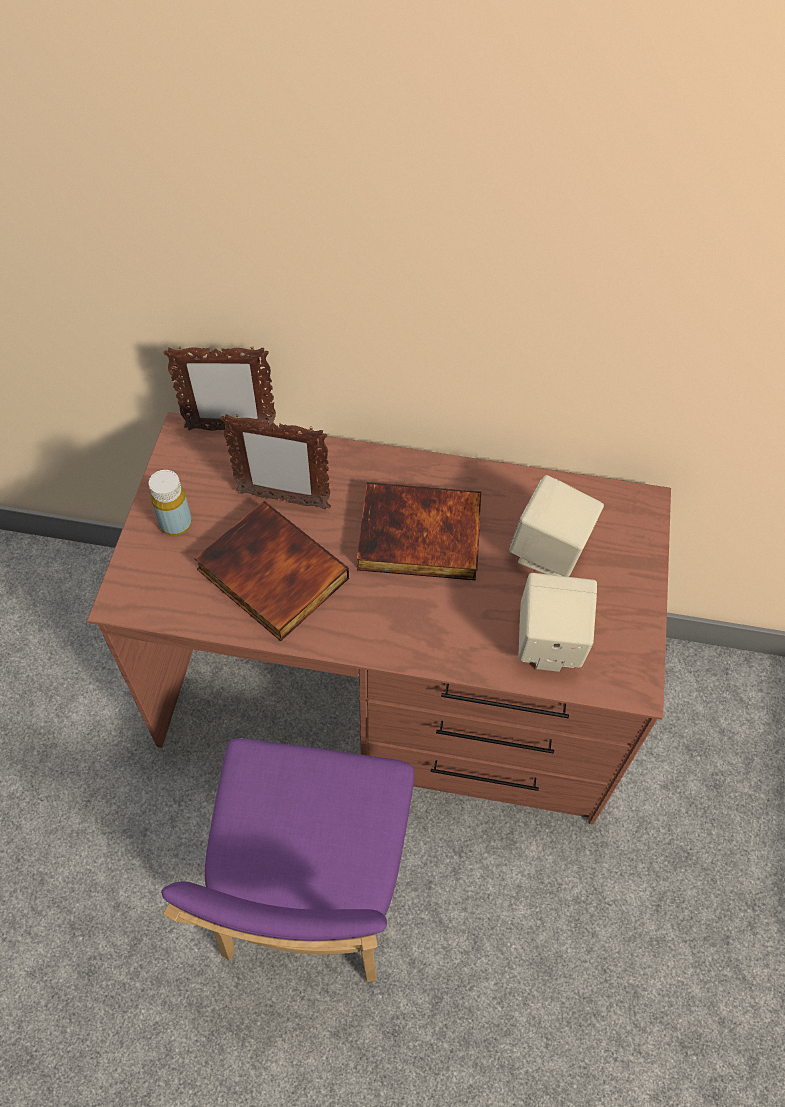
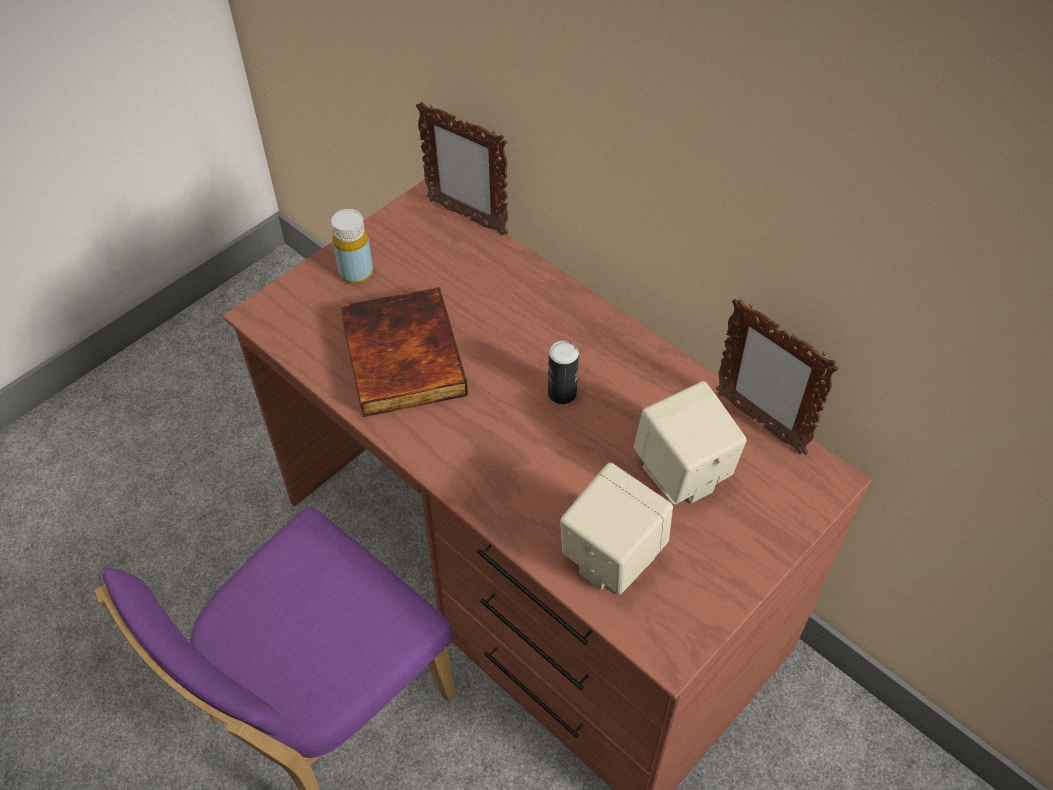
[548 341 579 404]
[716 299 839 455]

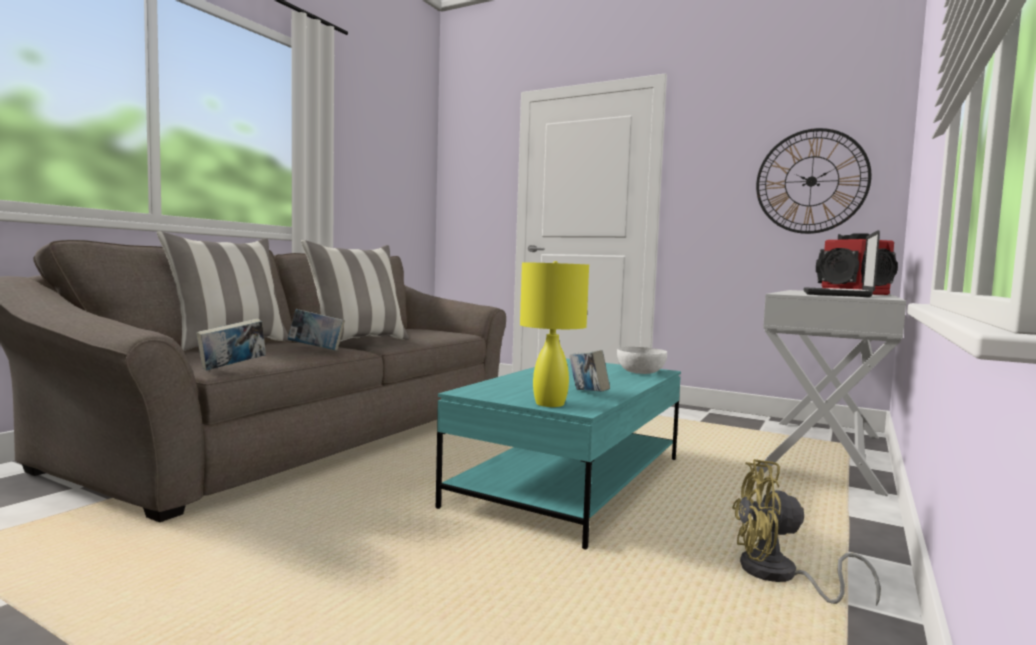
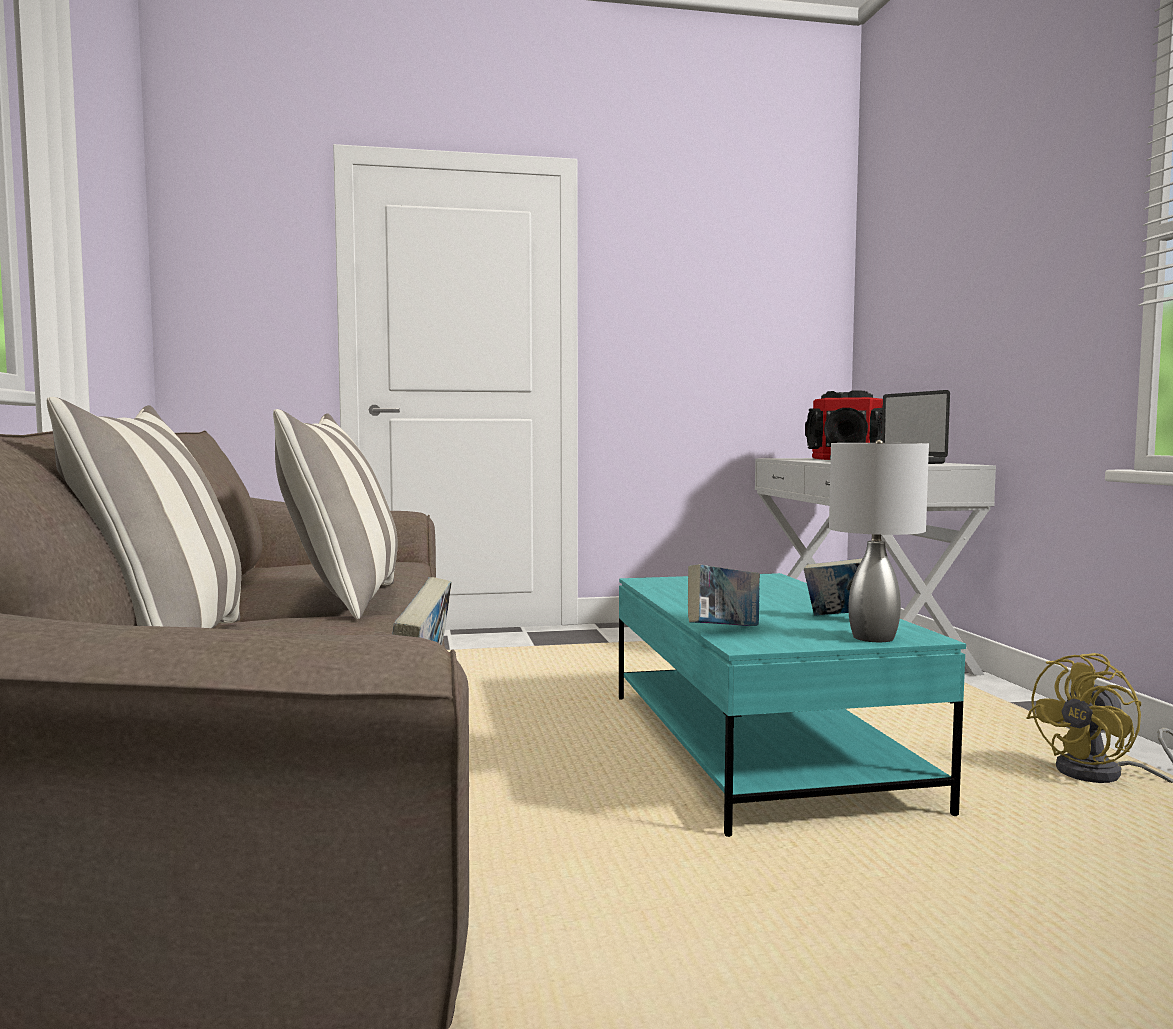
[688 564 760 626]
[829 440 929 642]
[617 347 667 374] (first image)
[756 128 871 234] (first image)

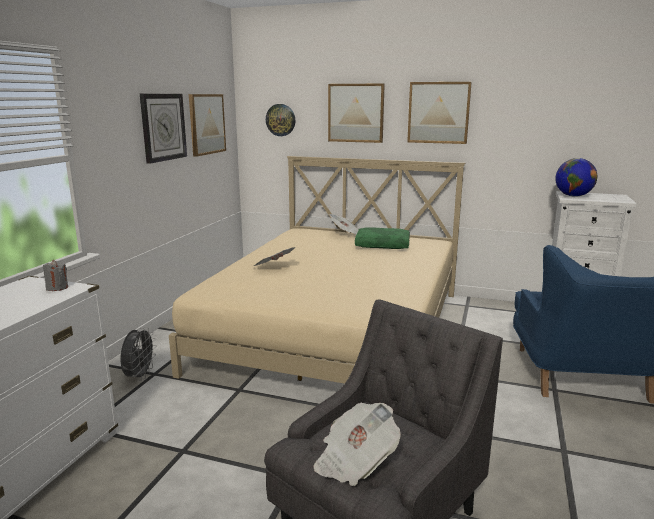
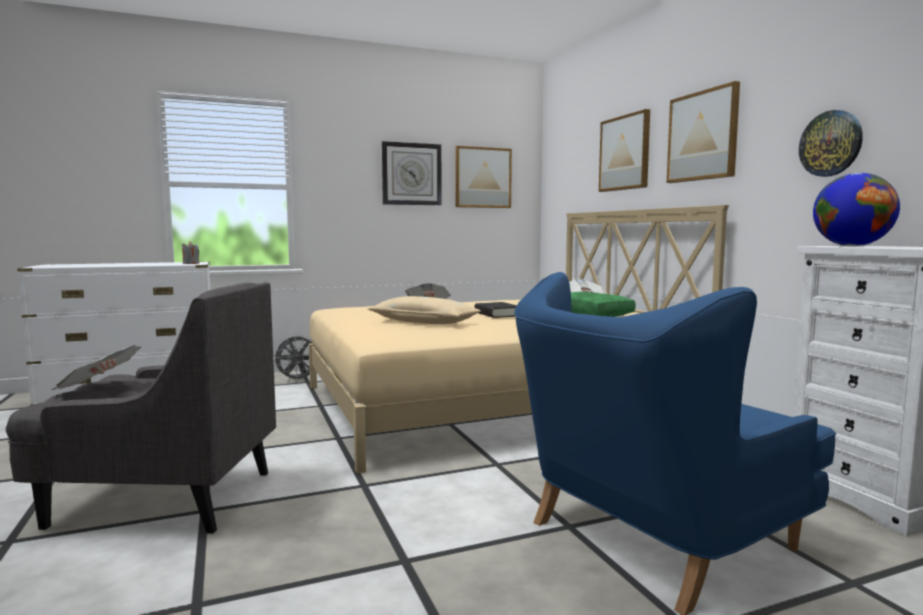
[368 296 481 324]
[474 302 517 318]
[799 110 863 177]

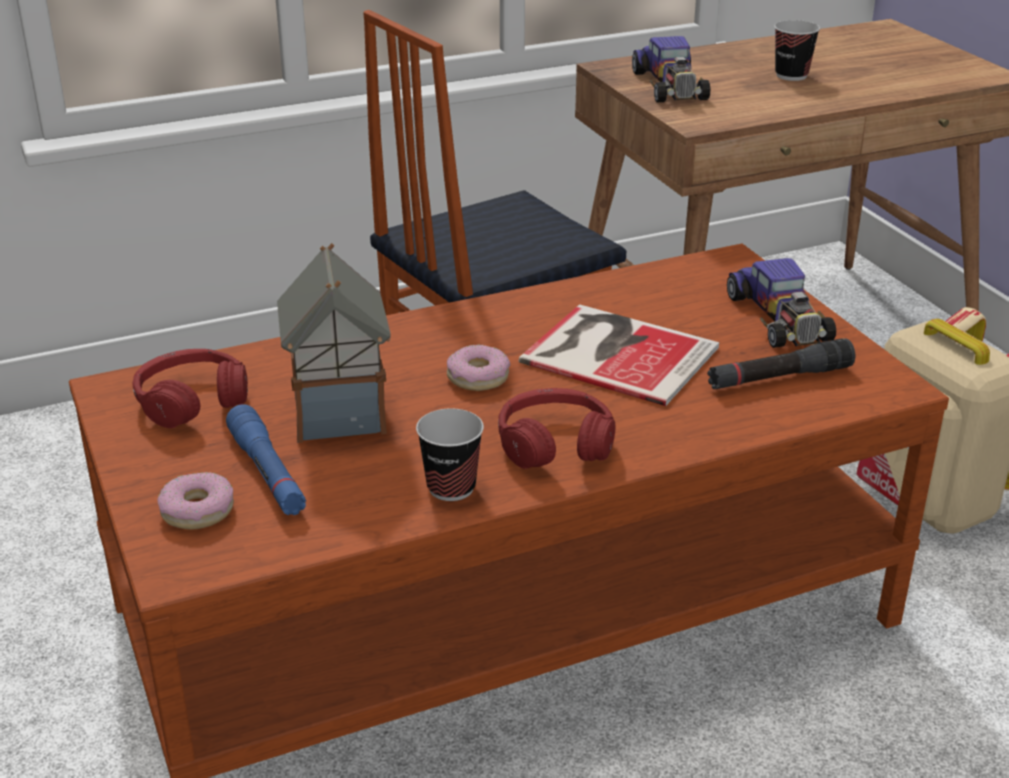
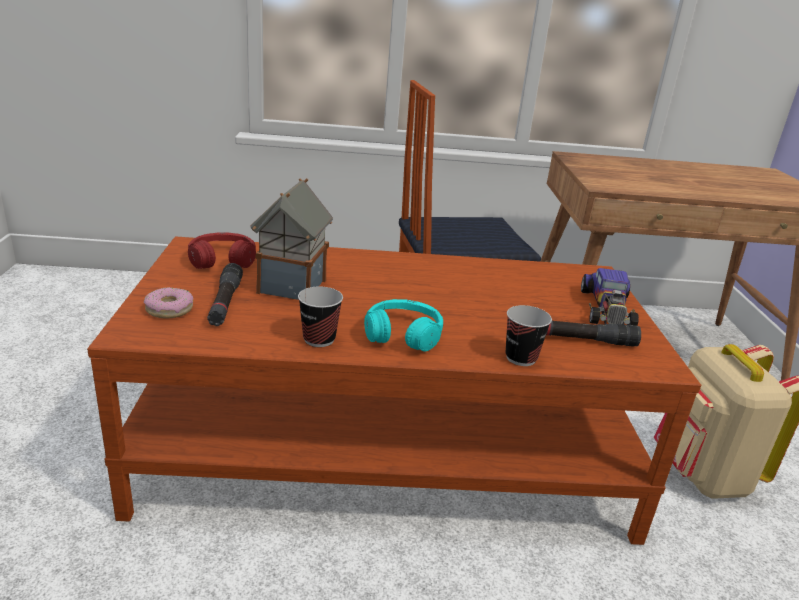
[207 263 243 326]
[364 299 443 352]
[506 305 552 366]
[447 344 510 391] (first image)
[519 304 719 406] (first image)
[632 36 710 102] (first image)

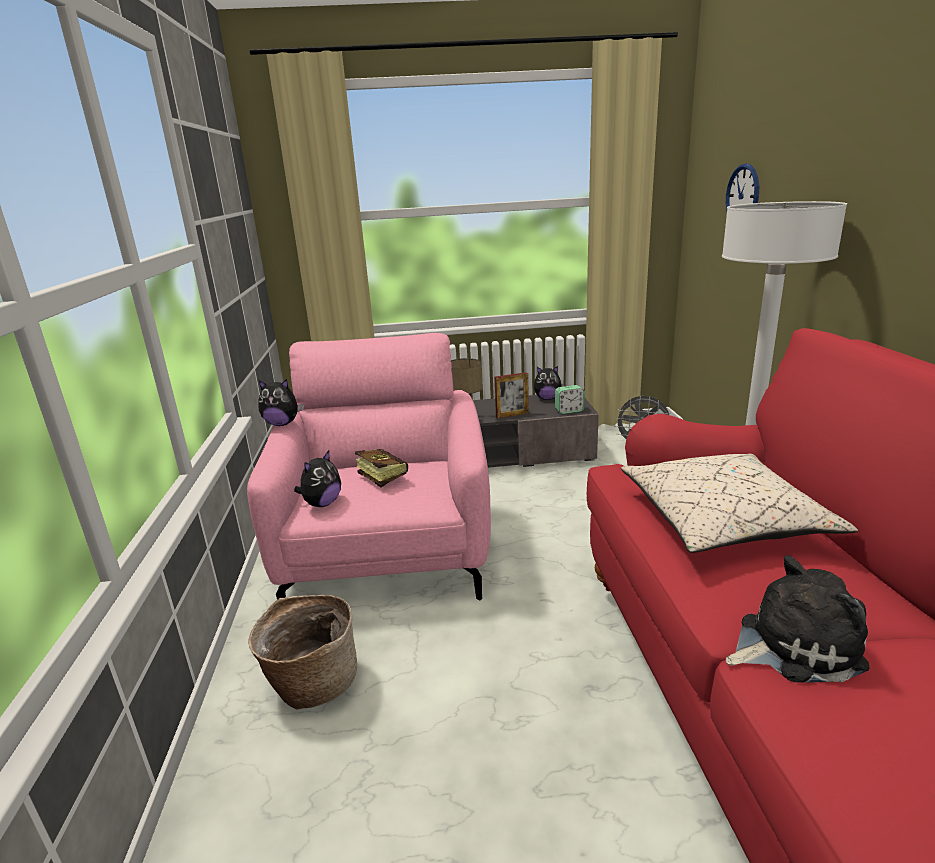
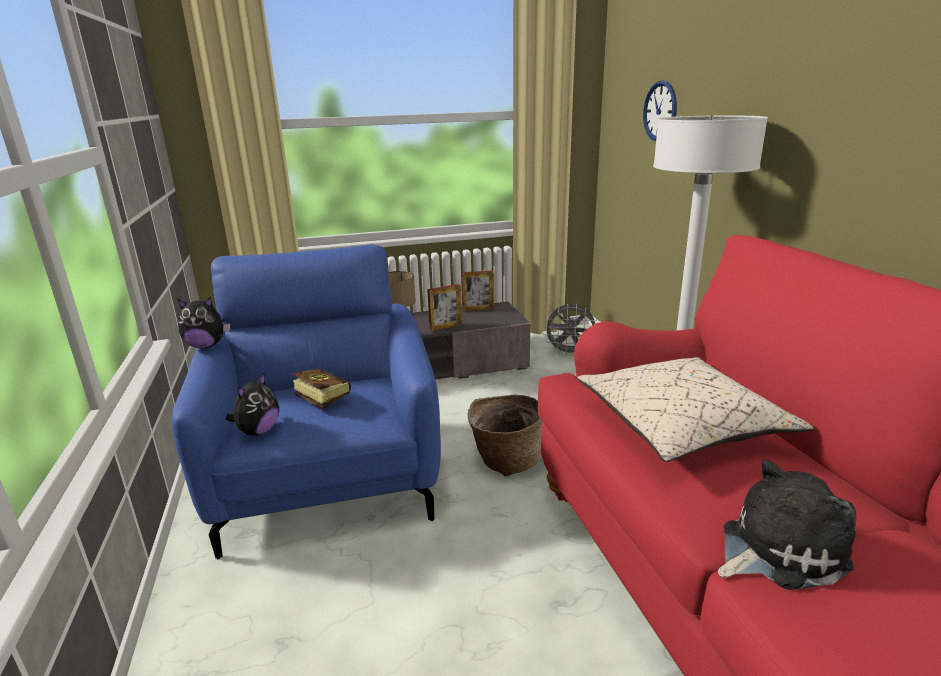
[172 245 441 559]
[462 270 494 312]
[468 395 543 477]
[555 385 585 414] (first image)

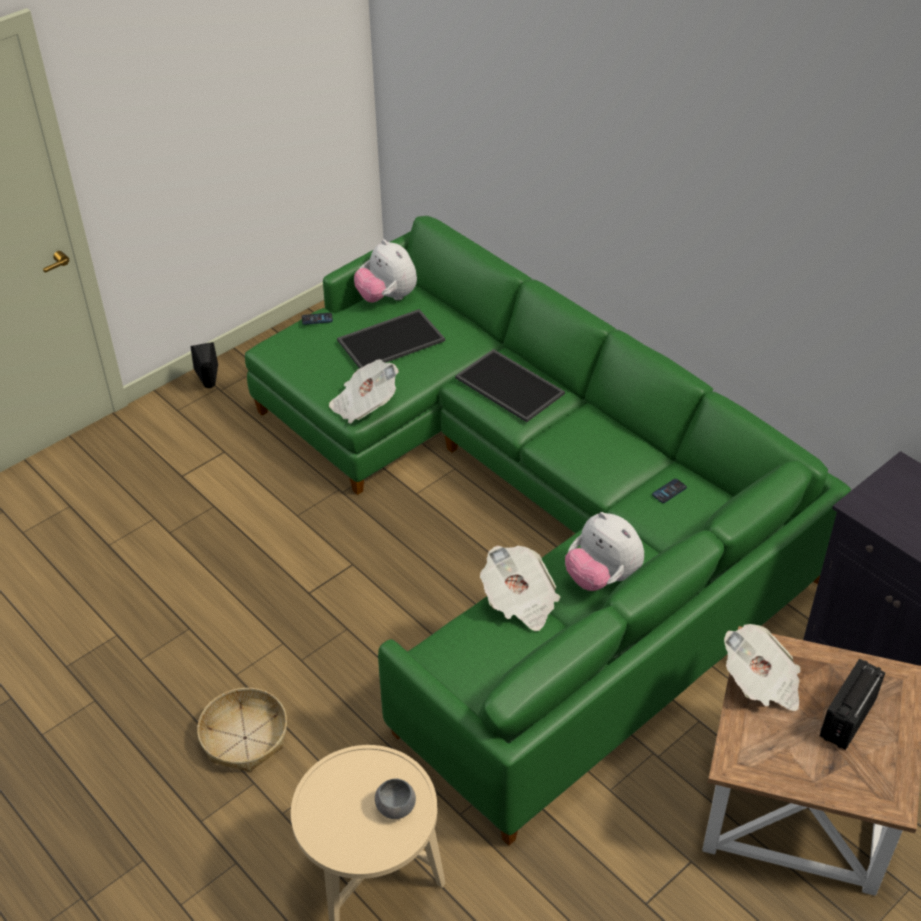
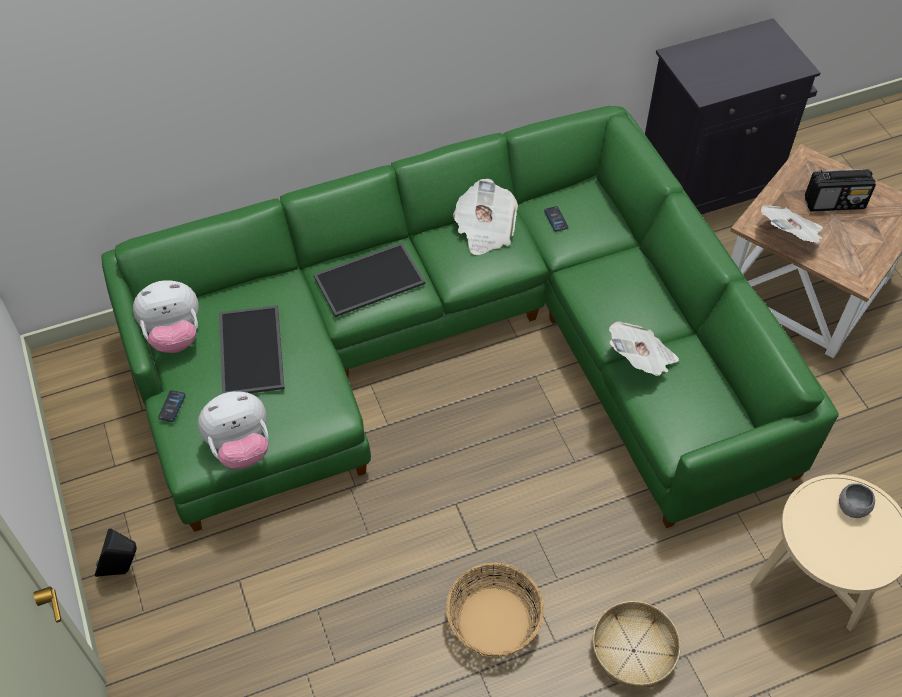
[198 391 268 469]
[446 562 544 657]
[453 179 518 255]
[805 169 876 211]

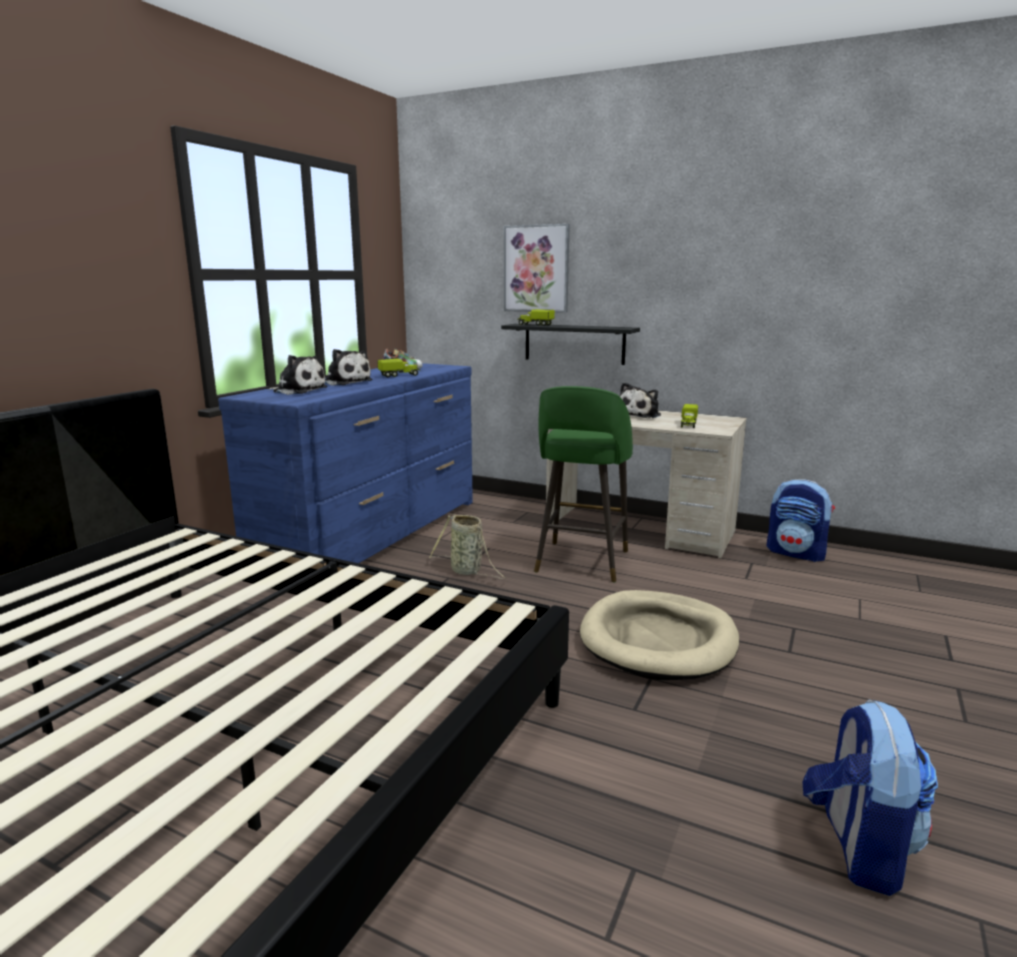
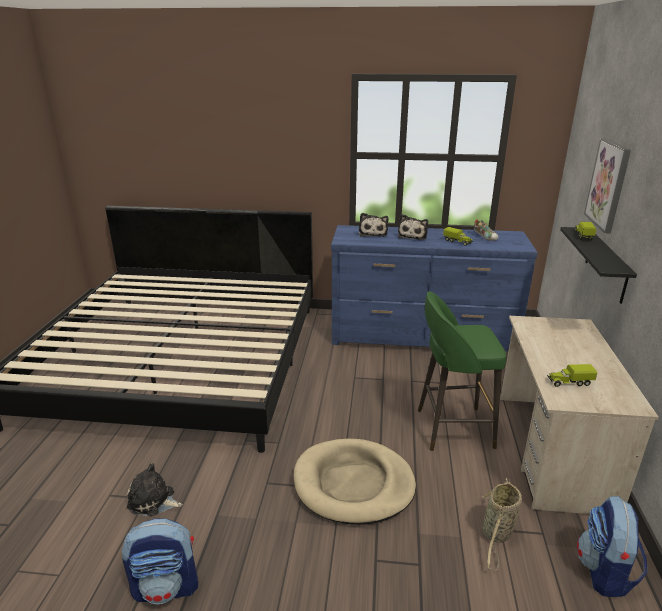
[127 463 183 517]
[482 478 522 571]

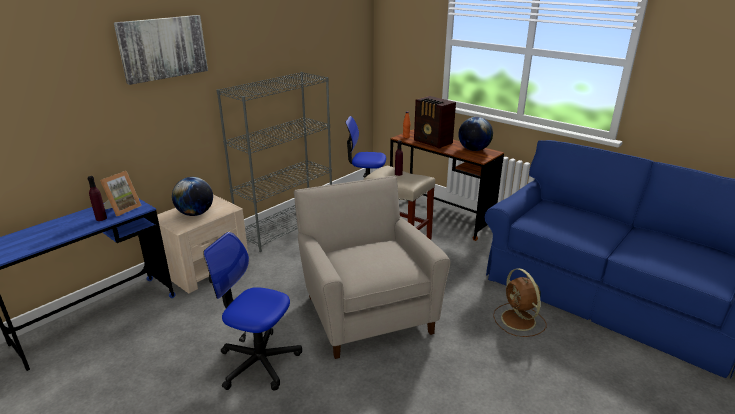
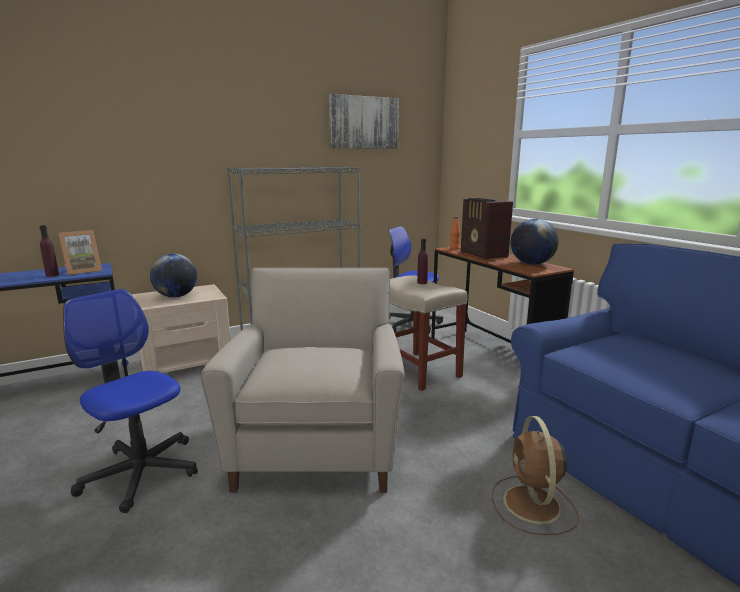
[329 94 399 149]

